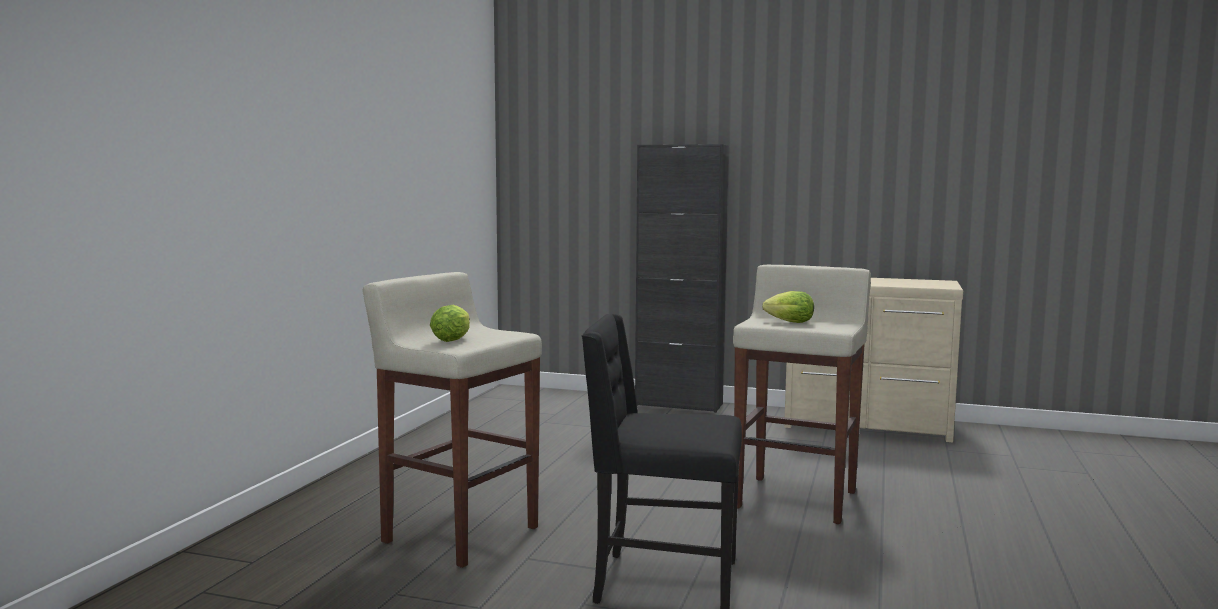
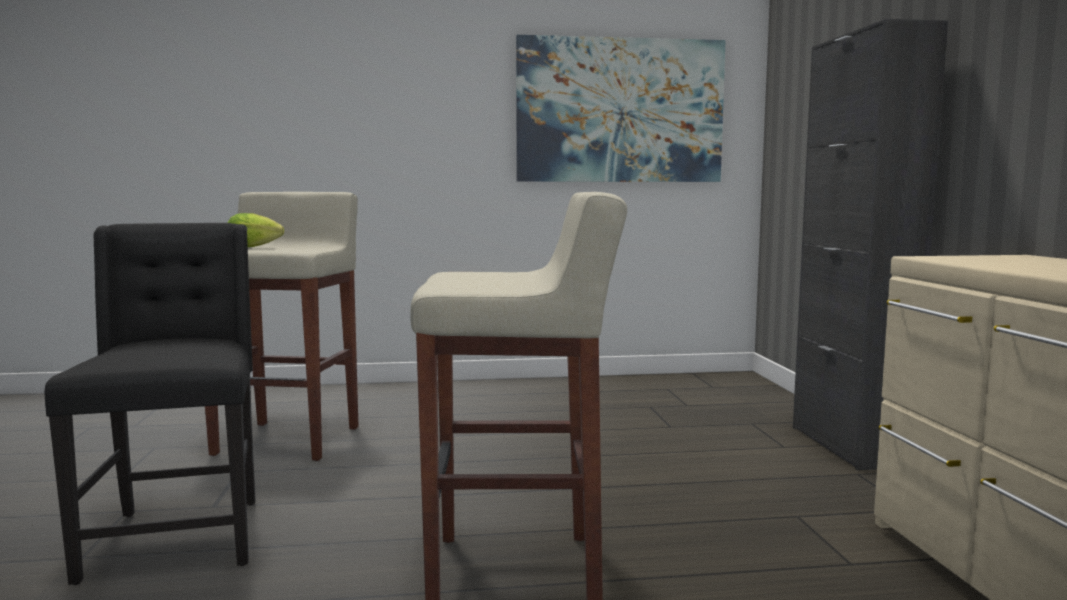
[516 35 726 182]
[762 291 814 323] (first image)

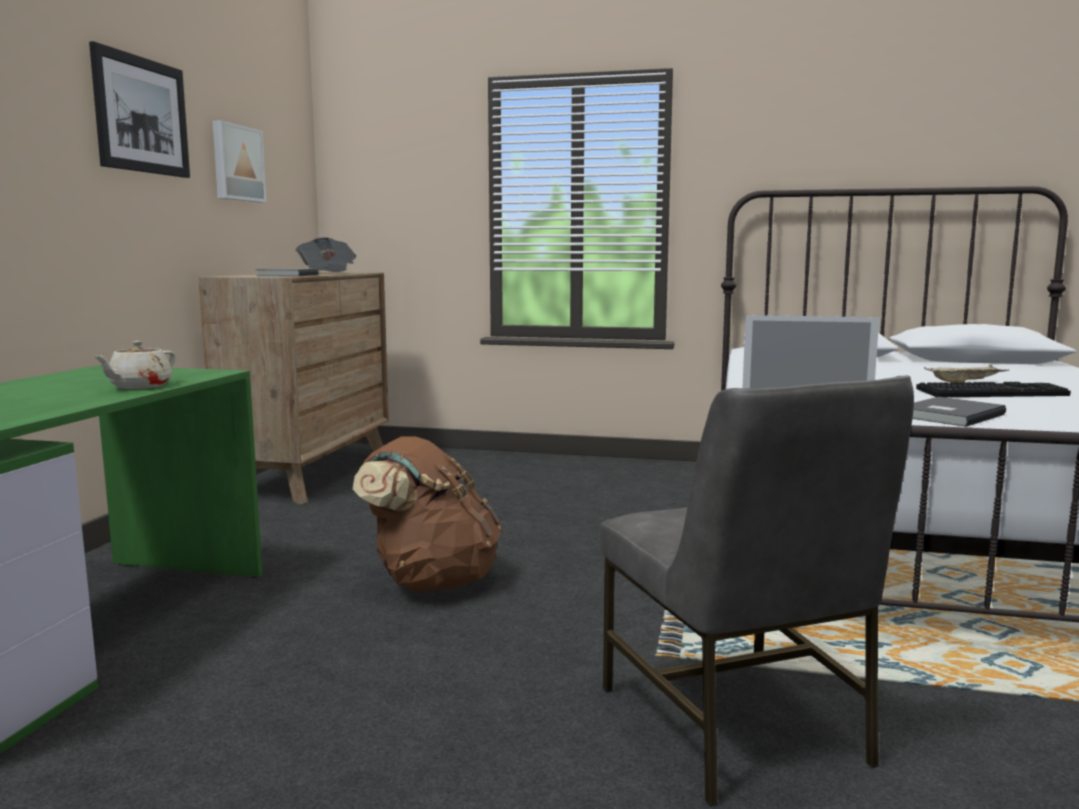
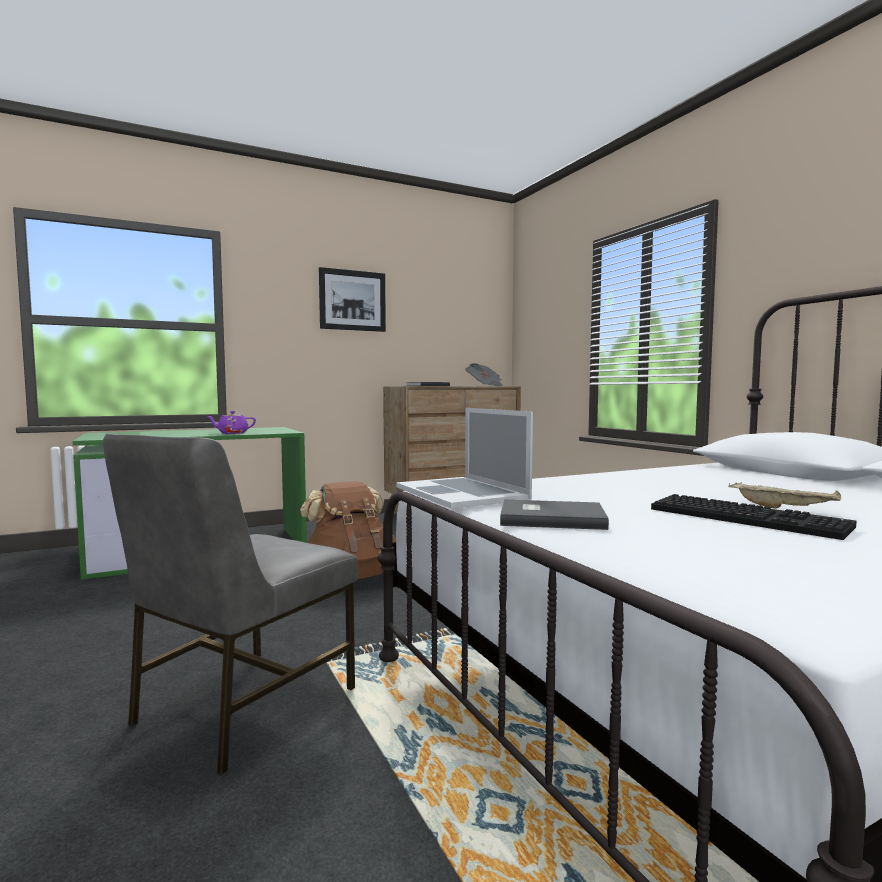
[207 411 256 434]
[213 120 266 202] (first image)

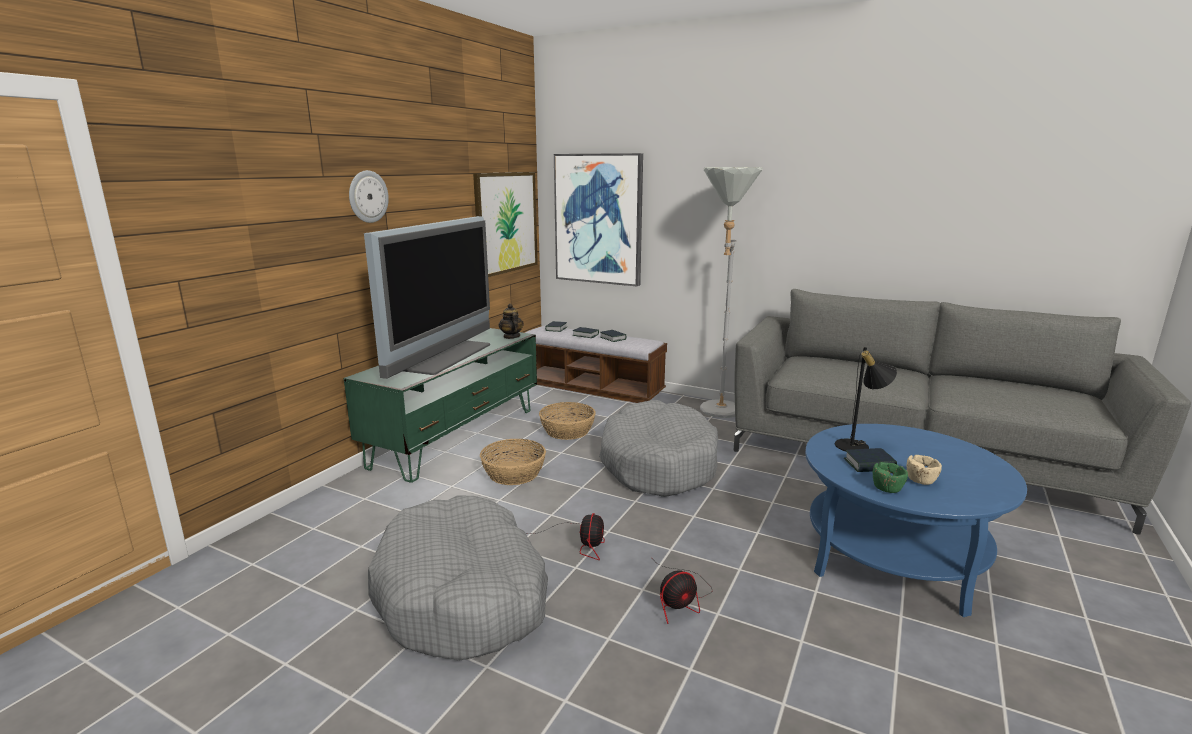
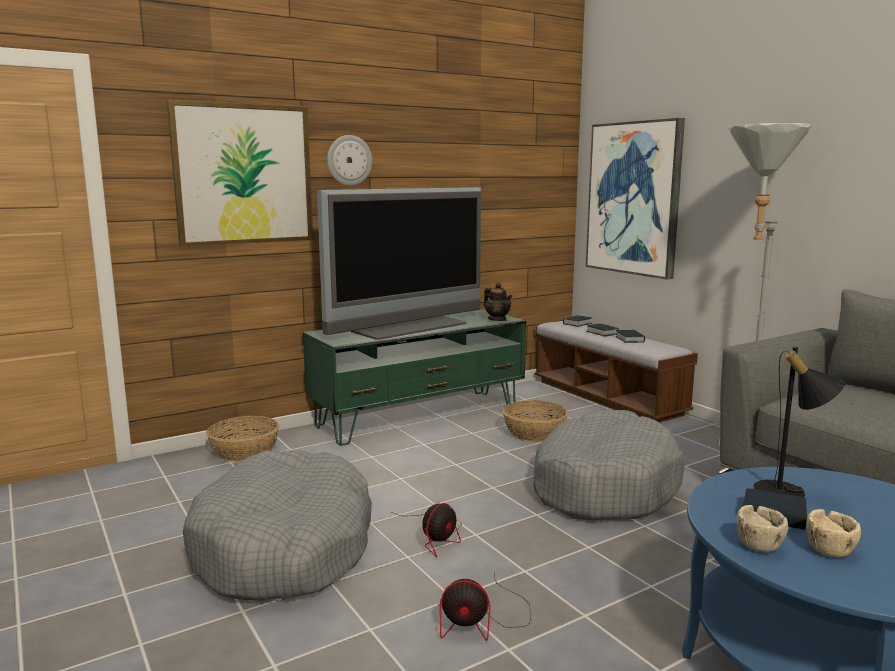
[167 100 313 247]
[206 416 280 462]
[484 283 512 321]
[737 505 788 552]

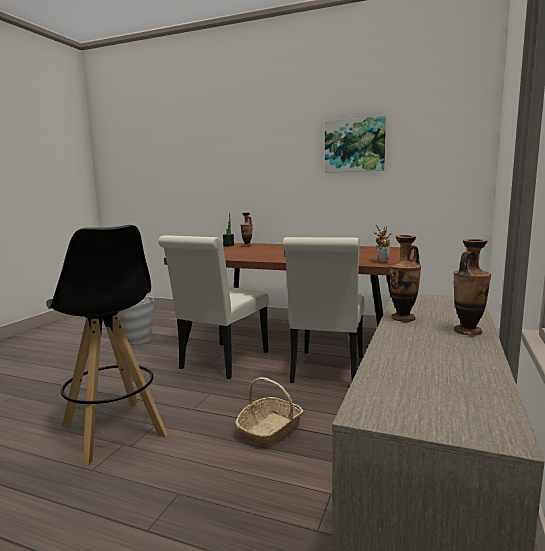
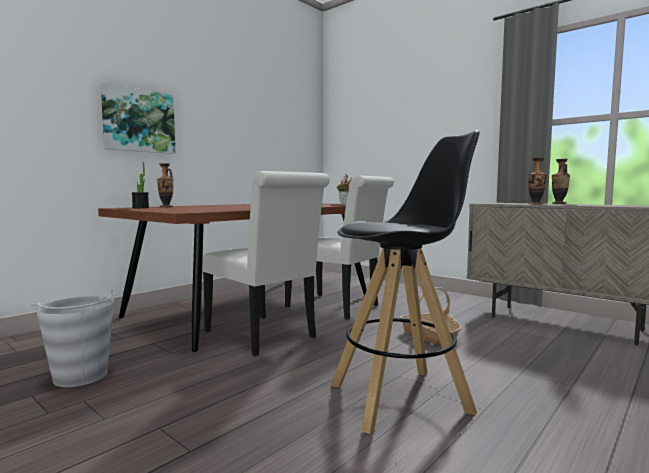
[101 83 176 154]

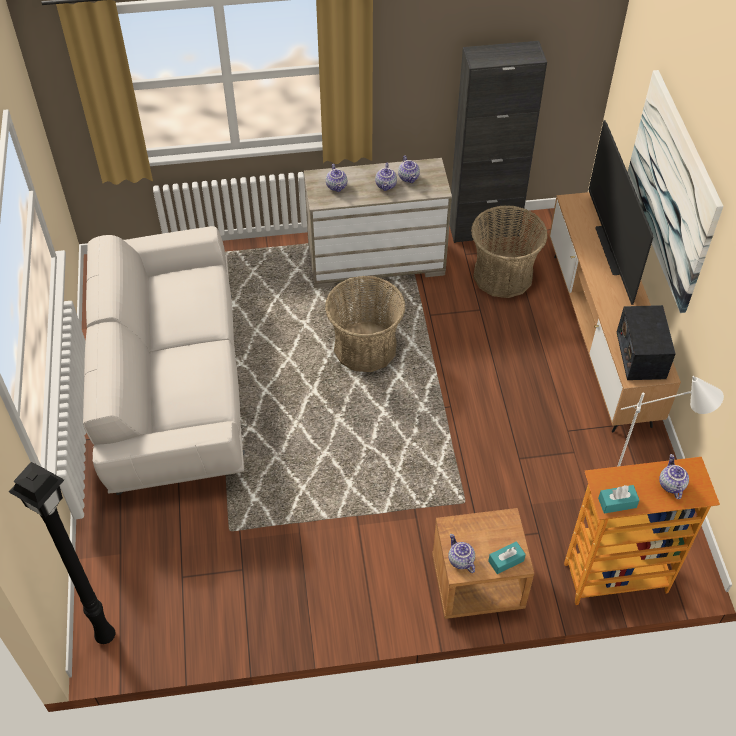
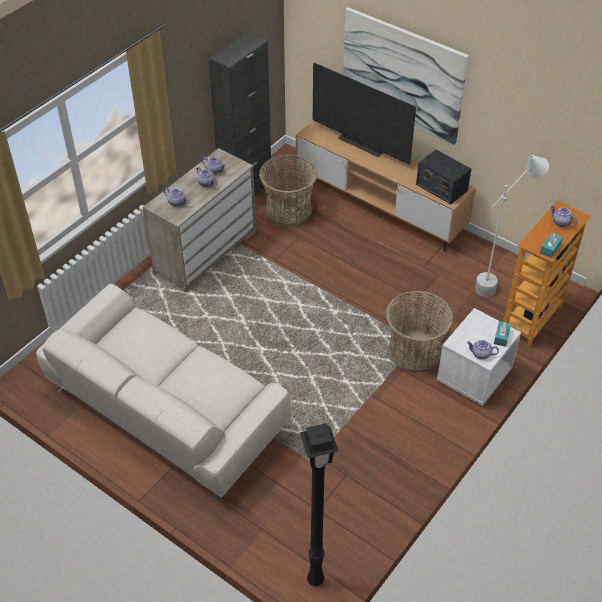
[386 291 454 373]
[437 308 521 406]

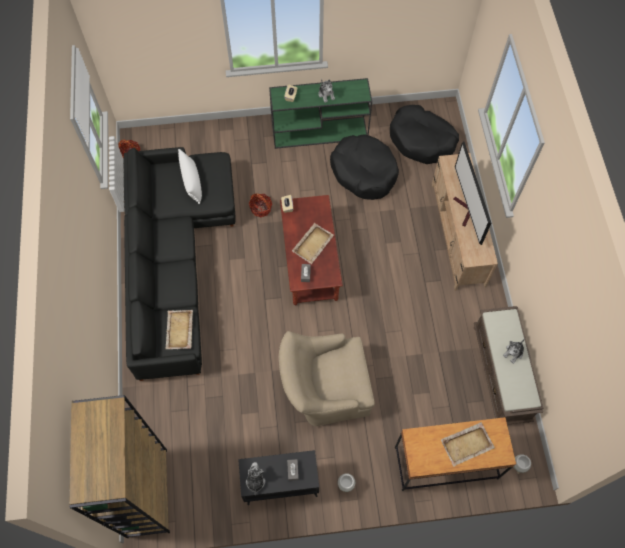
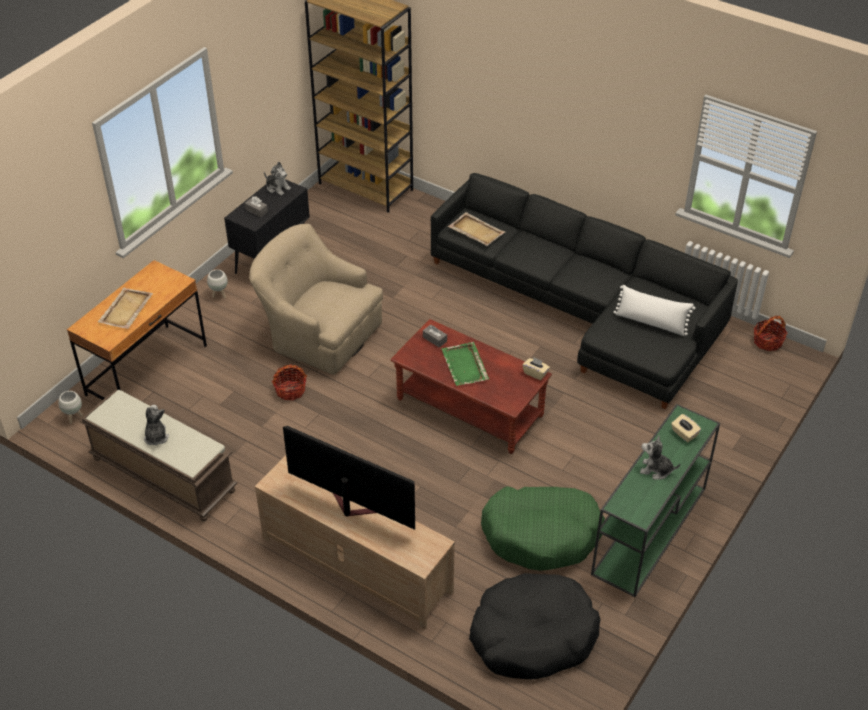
[249 224 383 375]
[272 364 307 400]
[441 342 489 386]
[481 486 605 571]

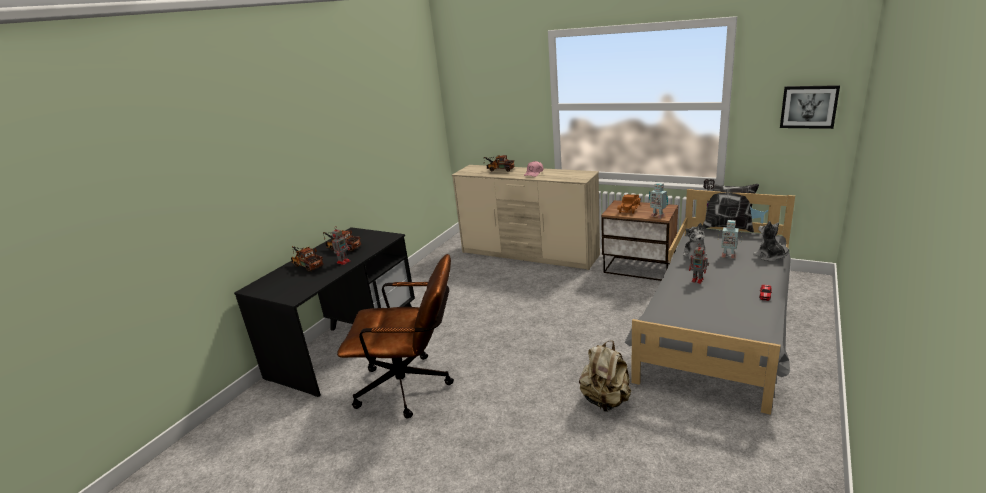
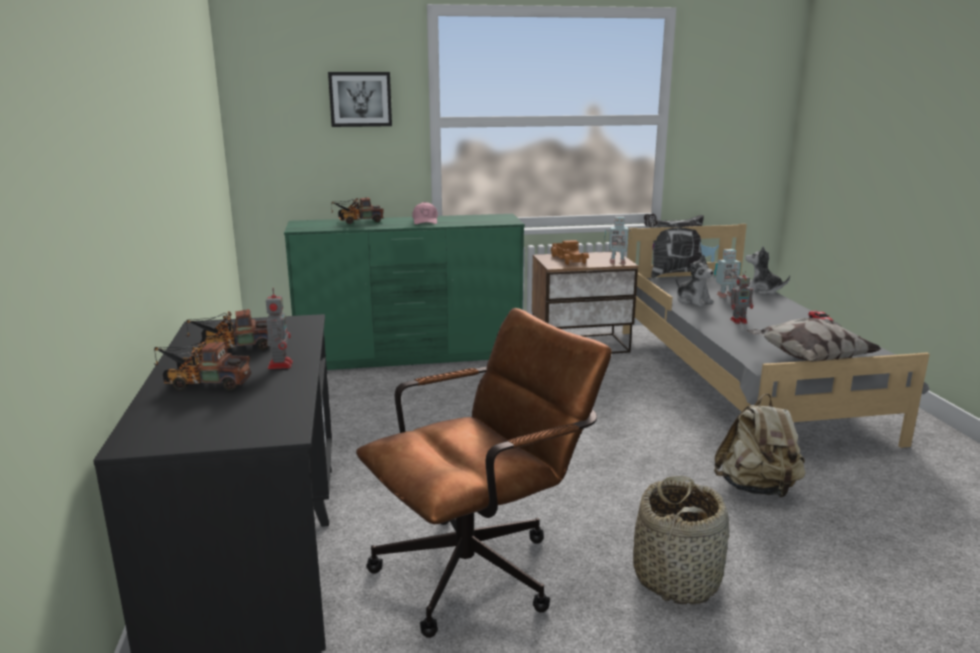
[284 214 525 370]
[328 72 392 127]
[633 476 729 604]
[747 318 881 361]

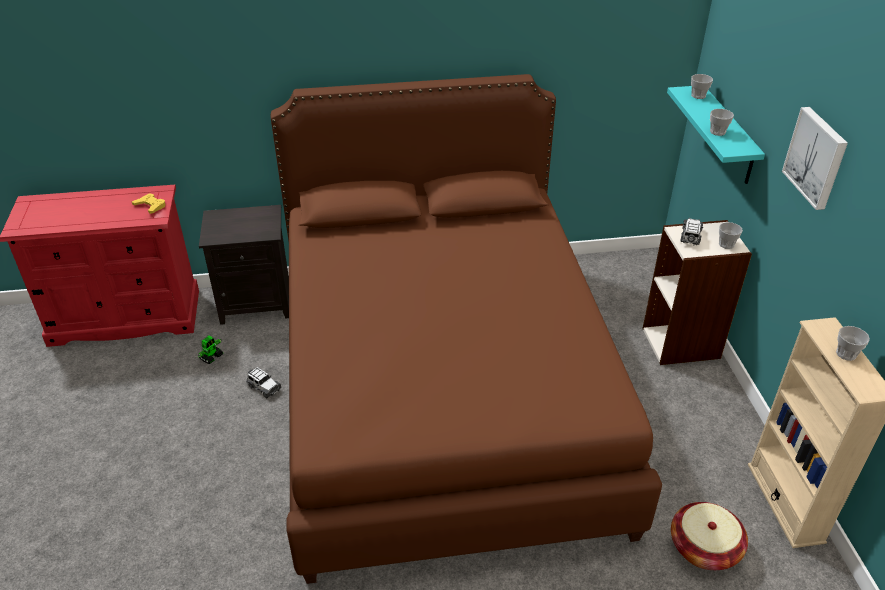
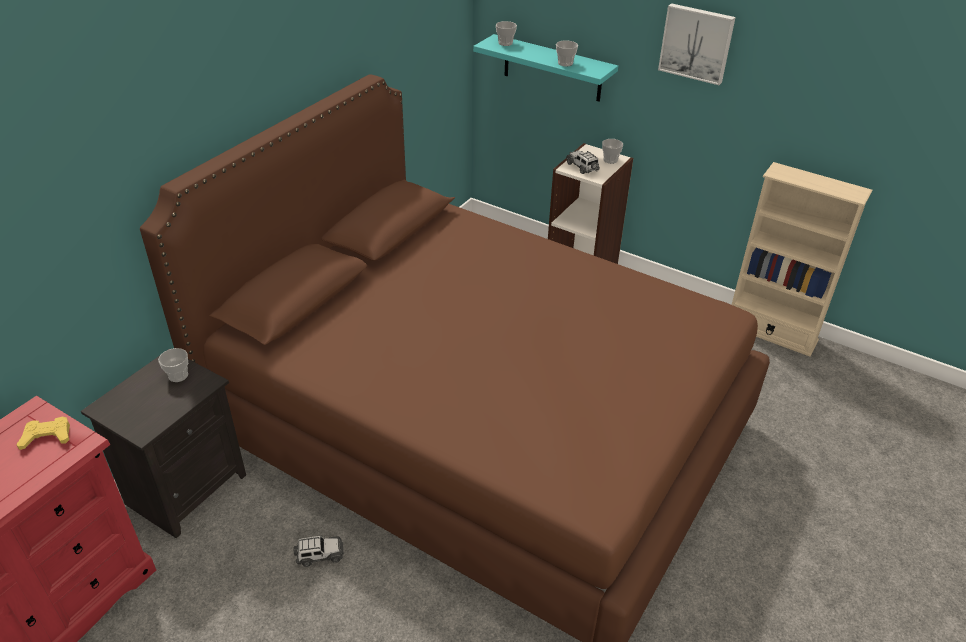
[158 348 188 382]
[198 336 223 364] (first image)
[671 502 748 570] (first image)

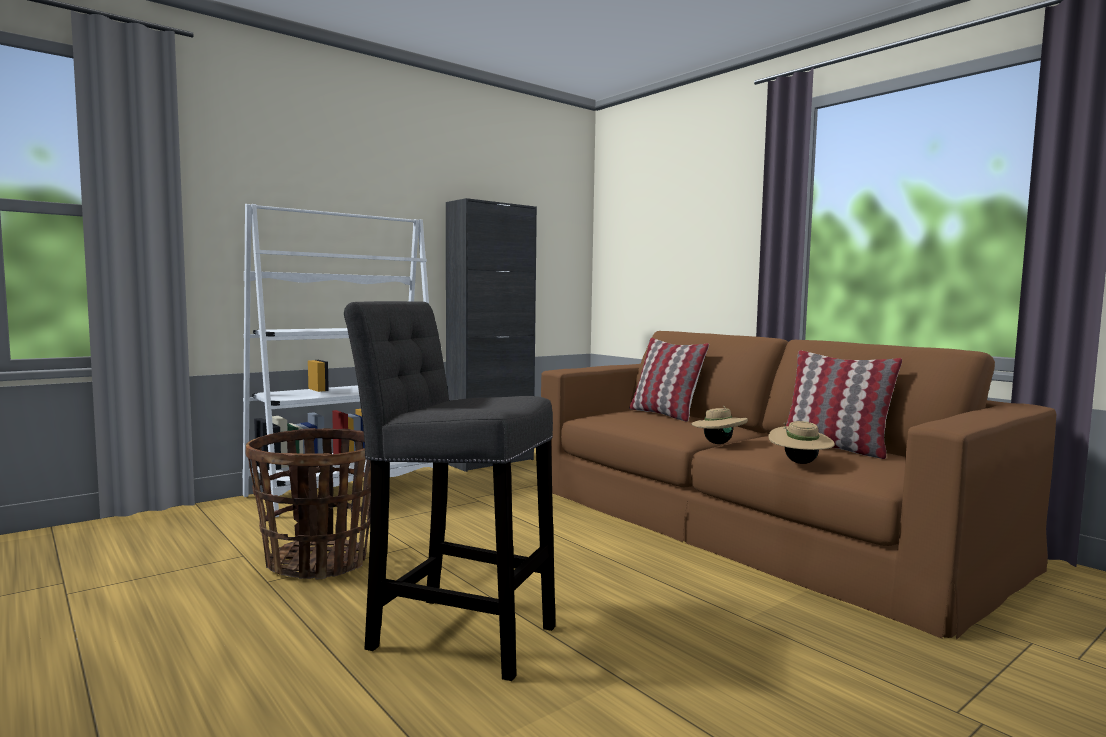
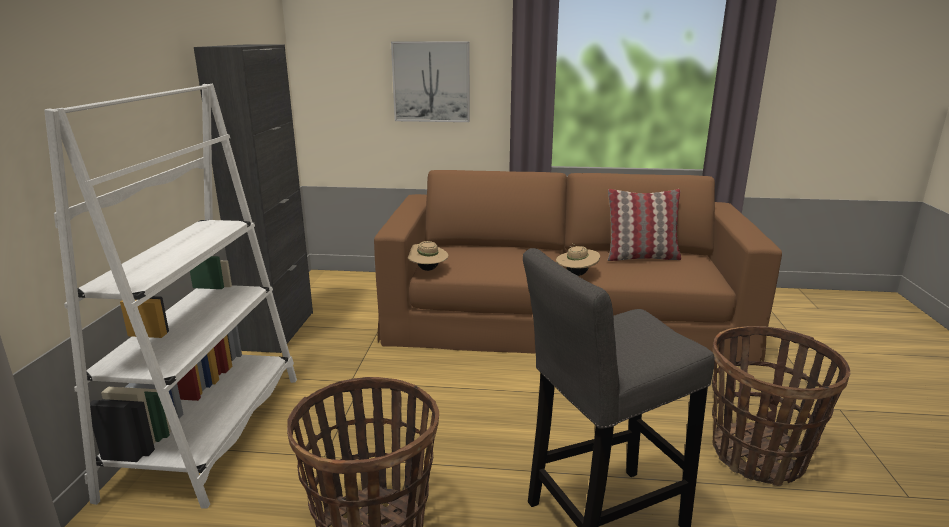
[391 41 470 122]
[408 241 449 271]
[712 326 850 486]
[629 338 709 422] (first image)

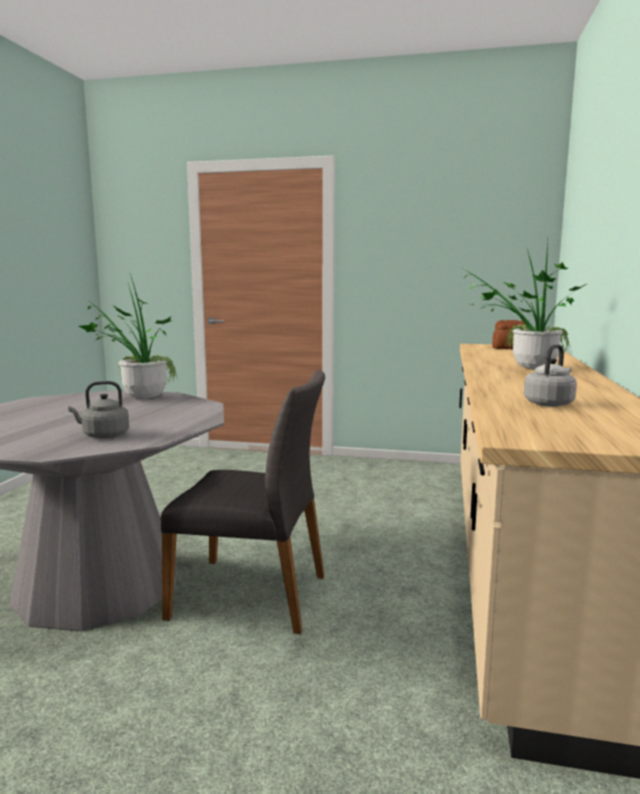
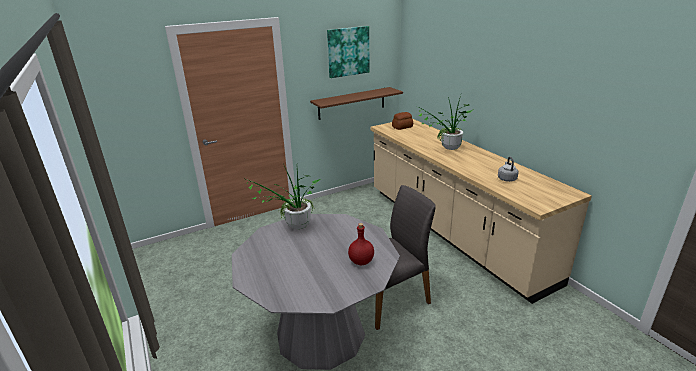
[310 87 403 120]
[327 26 370 78]
[348 223 374 265]

